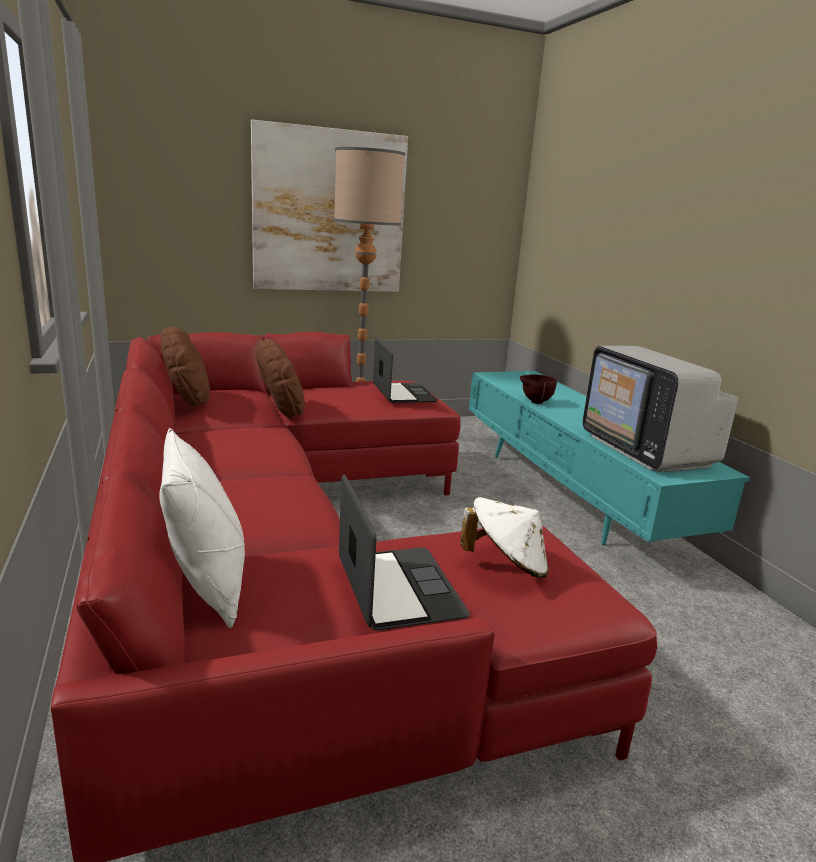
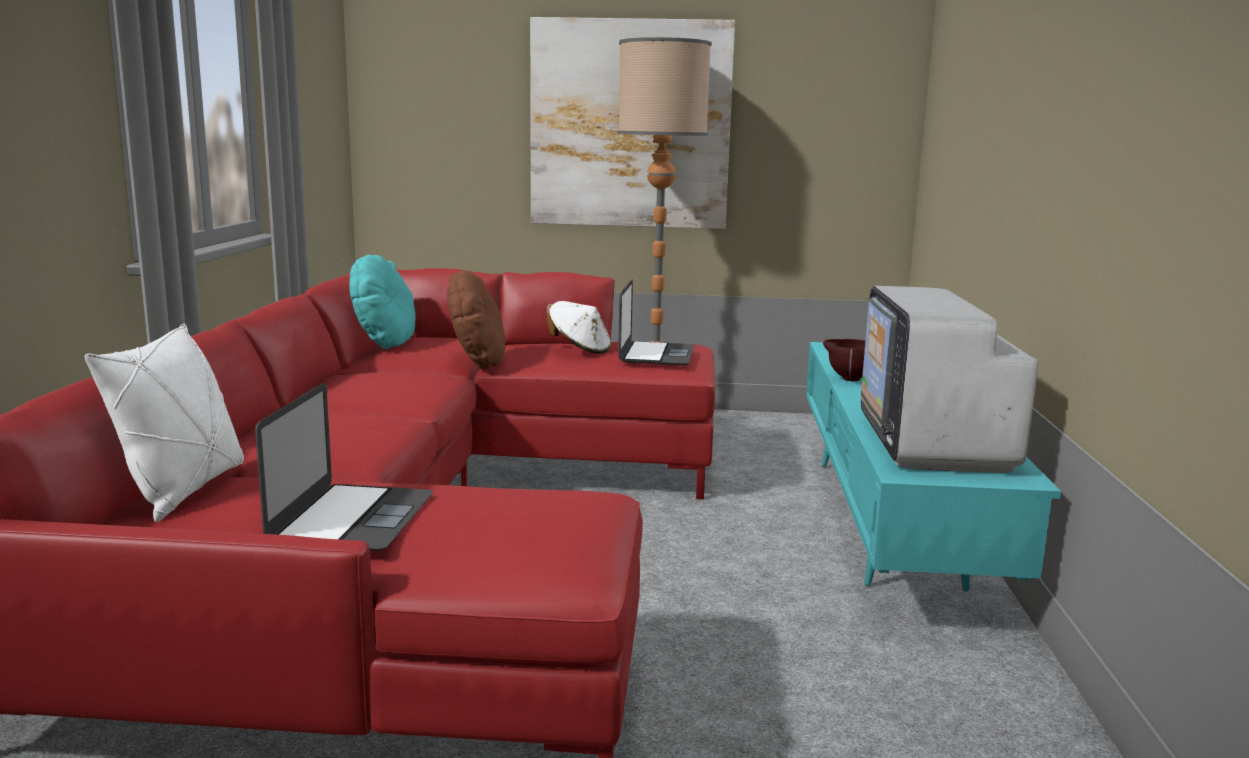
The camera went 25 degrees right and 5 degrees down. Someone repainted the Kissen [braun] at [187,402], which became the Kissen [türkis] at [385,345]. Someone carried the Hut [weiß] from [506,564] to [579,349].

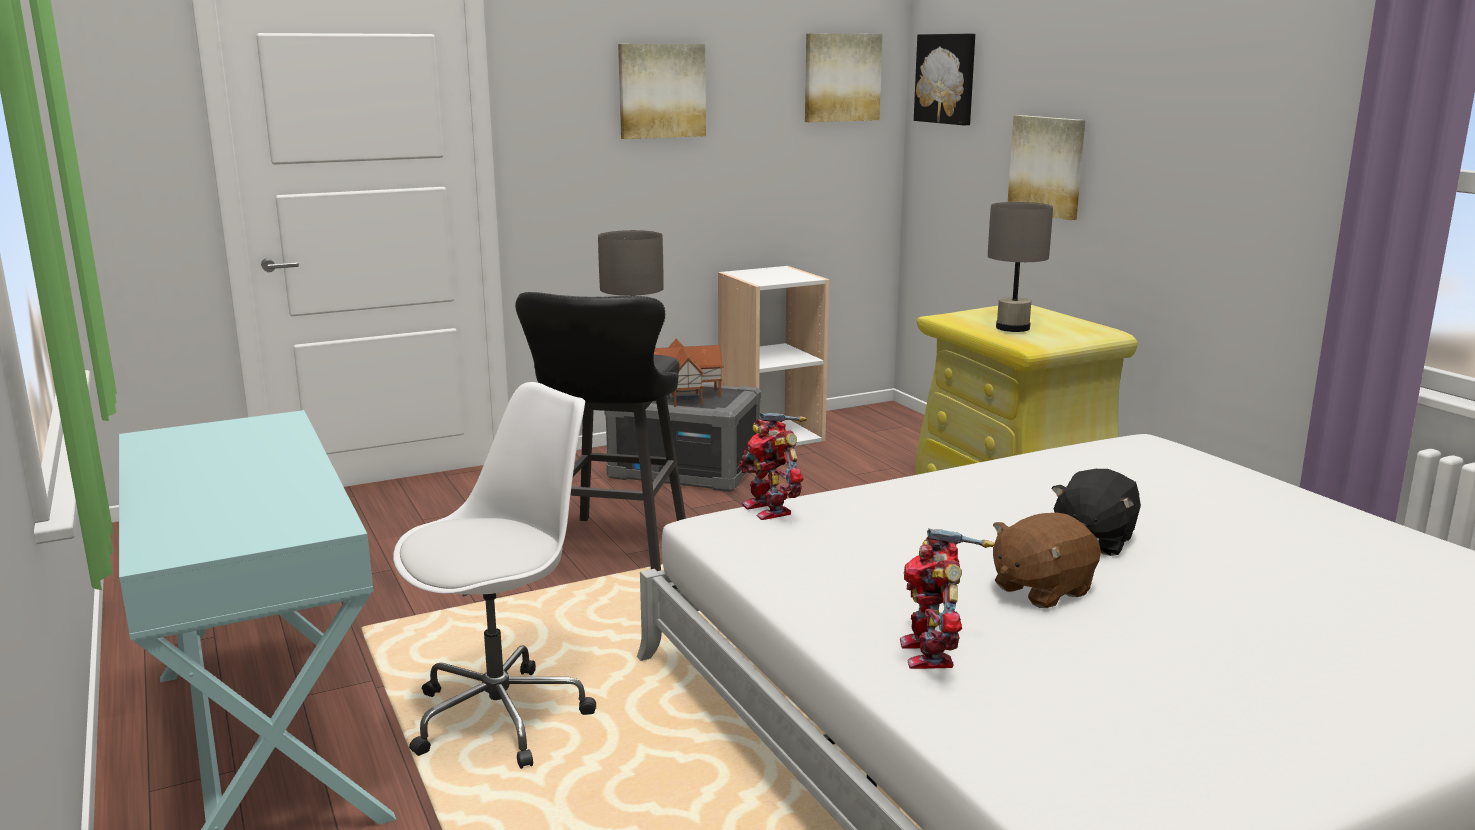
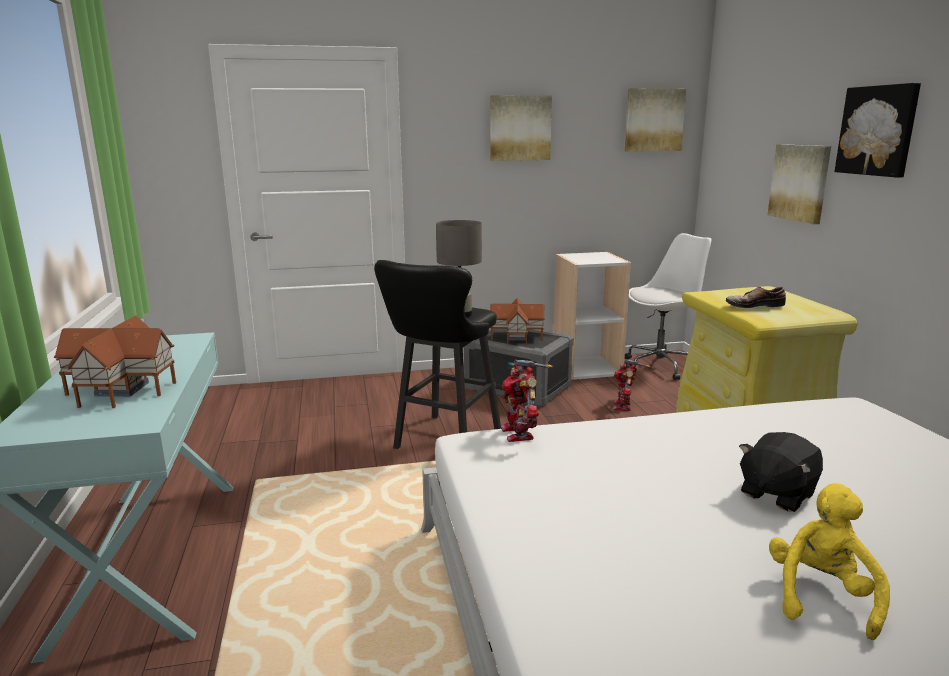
The camera went 15 degrees right and 0 degrees up. Someone carried the Bild from [947,78] to [878,130]. Someone swapped the Tischlampe [grau] at [1013,328] for the Schuh at [753,305]. Someone carried the Bürostuhl [weiß] from [503,716] to [660,366]. Someone took away the Plüschtier [braun] at [1040,589]. Someone carried the Spielzeugroboter from [931,653] to [624,406]. Someone put down the Spielzeughaus at [124,388]. Someone put down the Plüschtier [gelb] at [821,596].

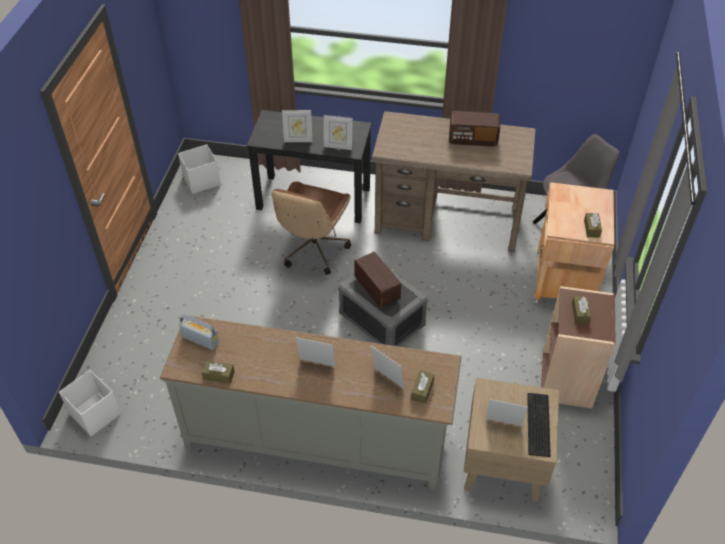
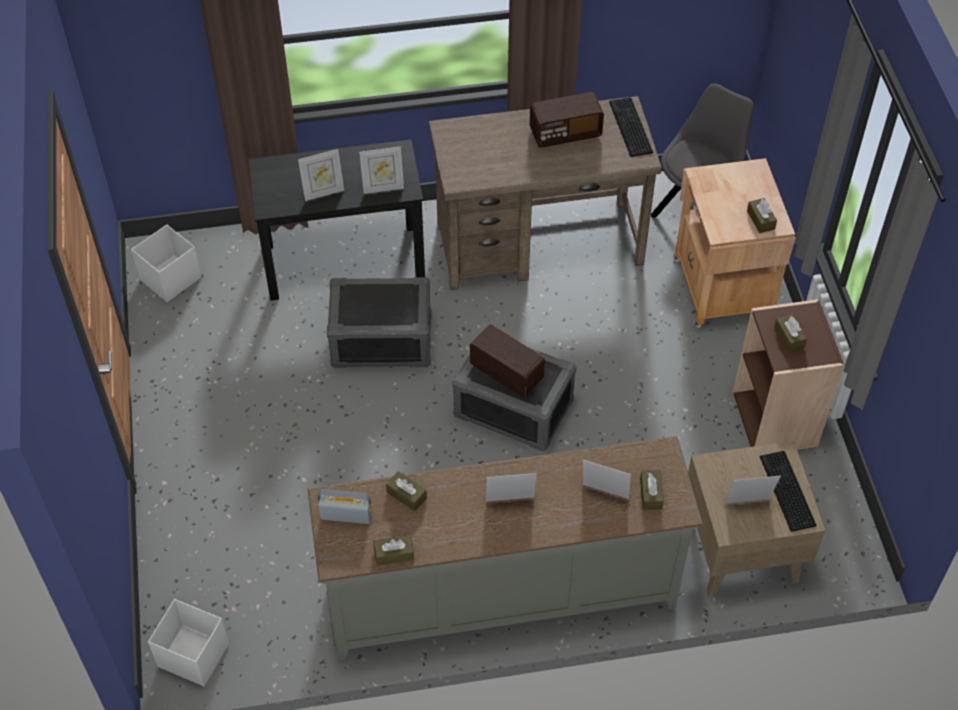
The camera went 20 degrees left and 5 degrees up. Someone swapped the Bürostuhl [braun] at [314,252] for the Aufbewahrungsbox [grau] at [381,341]. Someone put down the Tastatur at [629,128]. Someone put down the Taschentuchbox [braun] at [406,495].

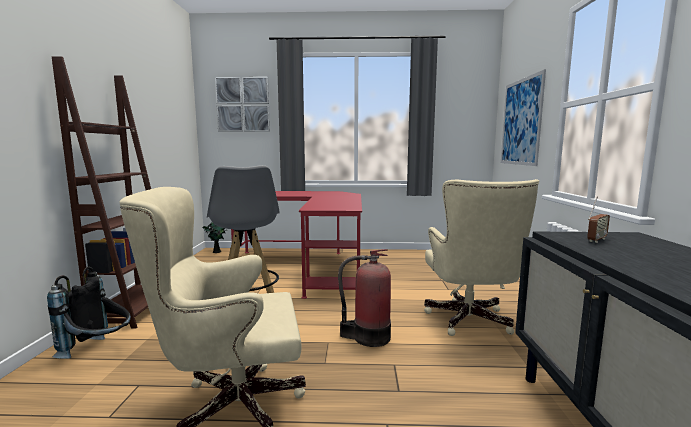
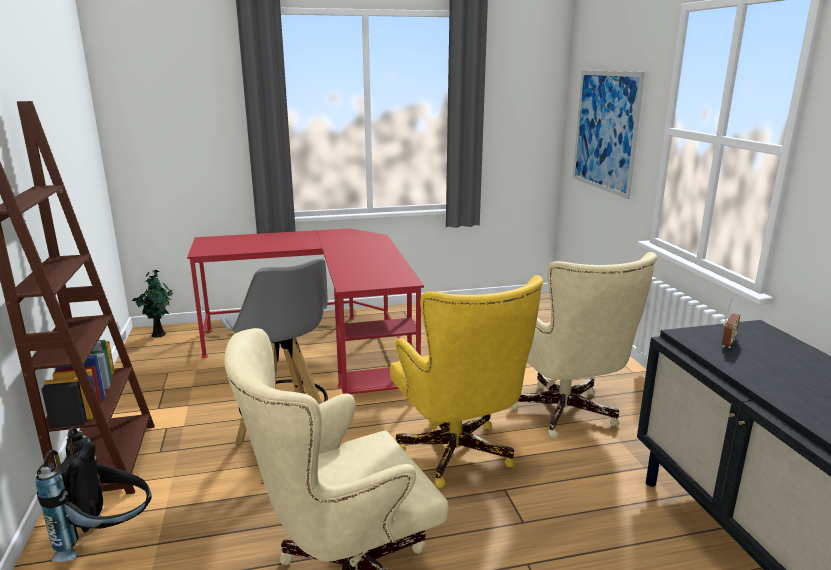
The camera went 15 degrees left and 10 degrees up. Someone took away the Bild at [243,104]. Someone swapped the Feuerlöscher at [368,337] for the Bürostuhl [gelb] at [459,456].

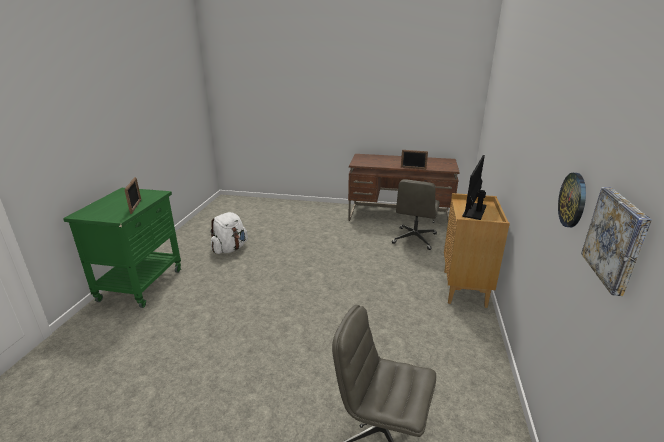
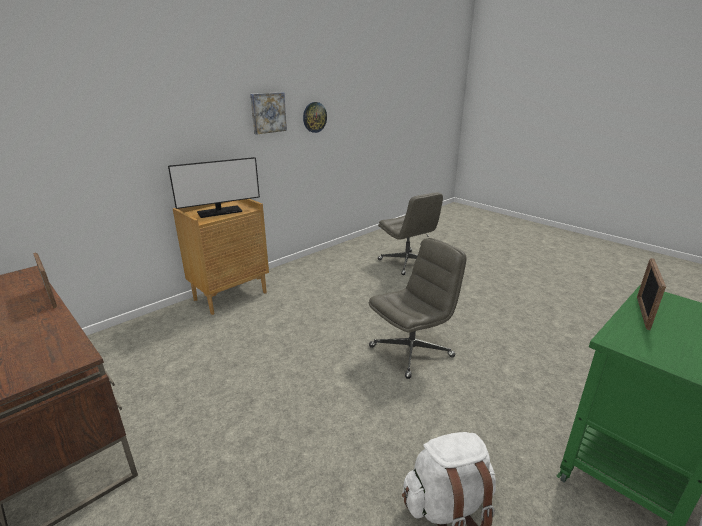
The camera went 145 degrees left and 0 degrees up. Someone carried the Bürostuhl [grau] from [414,239] to [412,351]. Someone carried the Bild from [617,239] to [267,112].

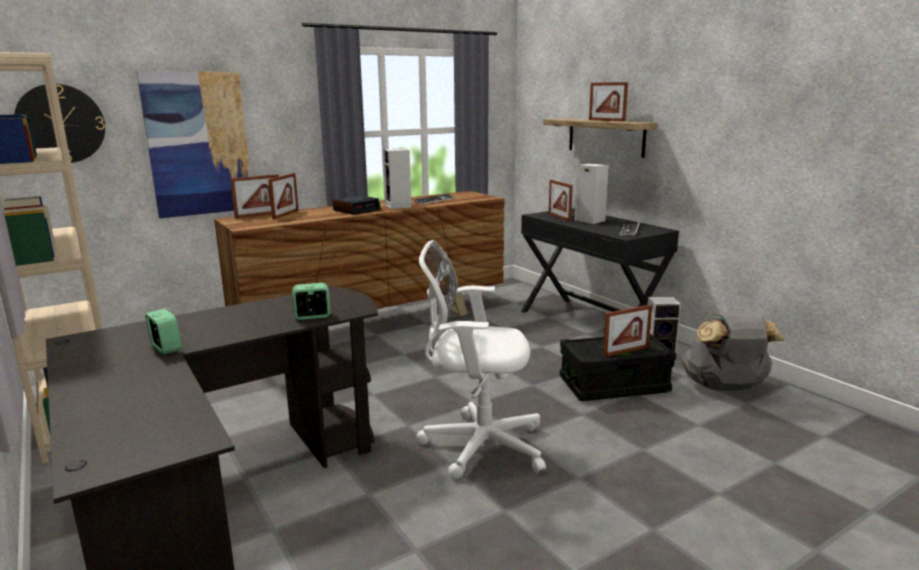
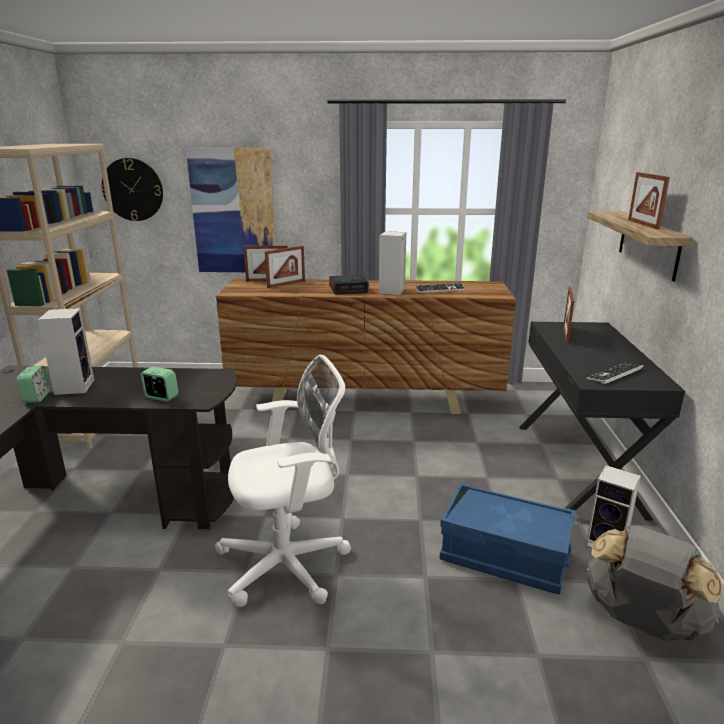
The camera went 35 degrees right and 5 degrees up. Someone carried the Lautsprecher from [588,220] to [74,386]. Someone rotated the Bürostuhl [weiß] at [477,445] by 120 degrees clockwise. Someone took away the Bilderrahmen at [626,351]. Someone repainted the Aufbewahrungsbox [schwarz] at [614,385], which became the Aufbewahrungsbox [blau] at [504,557].

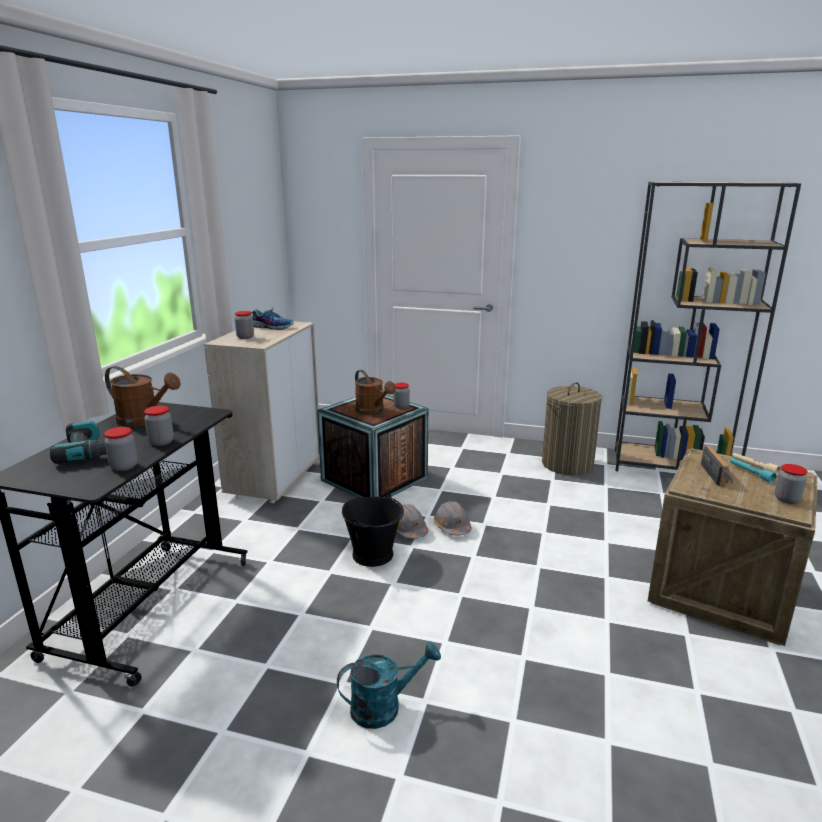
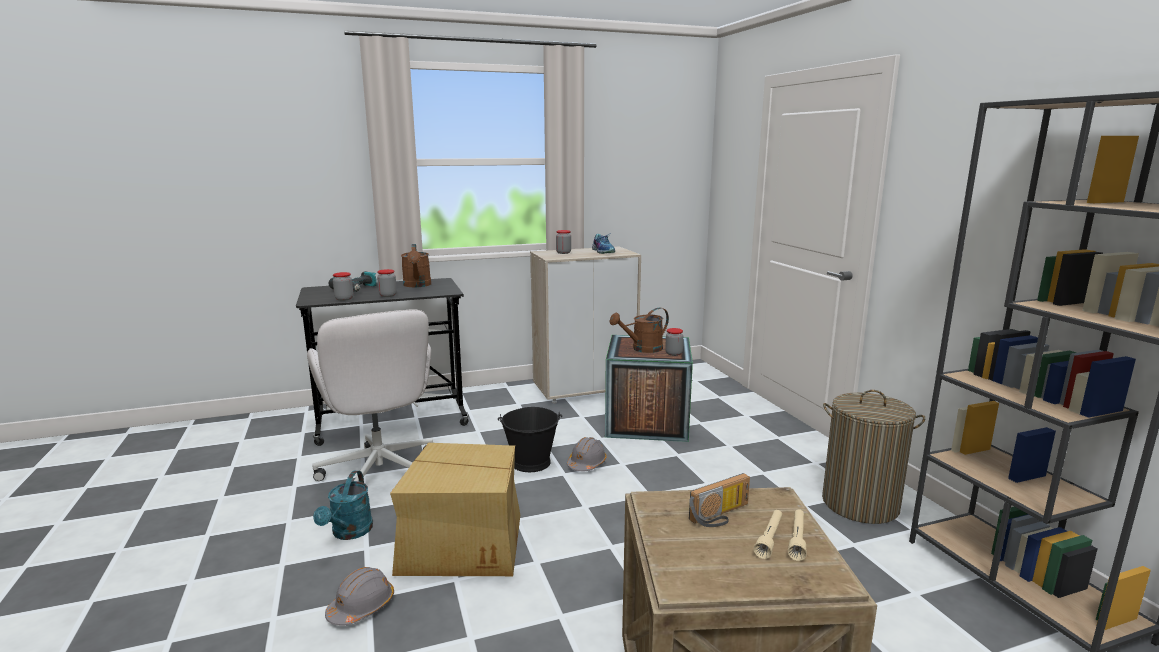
The camera went 55 degrees right and 5 degrees down. Someone rotated the Gießkanne [braun] at [373,411] by 45 degrees clockwise. Someone repainted the Taschenlampe [türkis] at [750,473], which became the Taschenlampe [beige] at [769,539]. Someone took away the Vorratsglas at [787,499]. Someone carried the Schutzhelm [grau] from [452,527] to [361,607]. Someone rotated the Gießkanne [türkis] at [384,706] by 60 degrees clockwise. Someone put down the Bürostuhl [weiß] at [379,474]. Someone put down the Karton at [463,544].

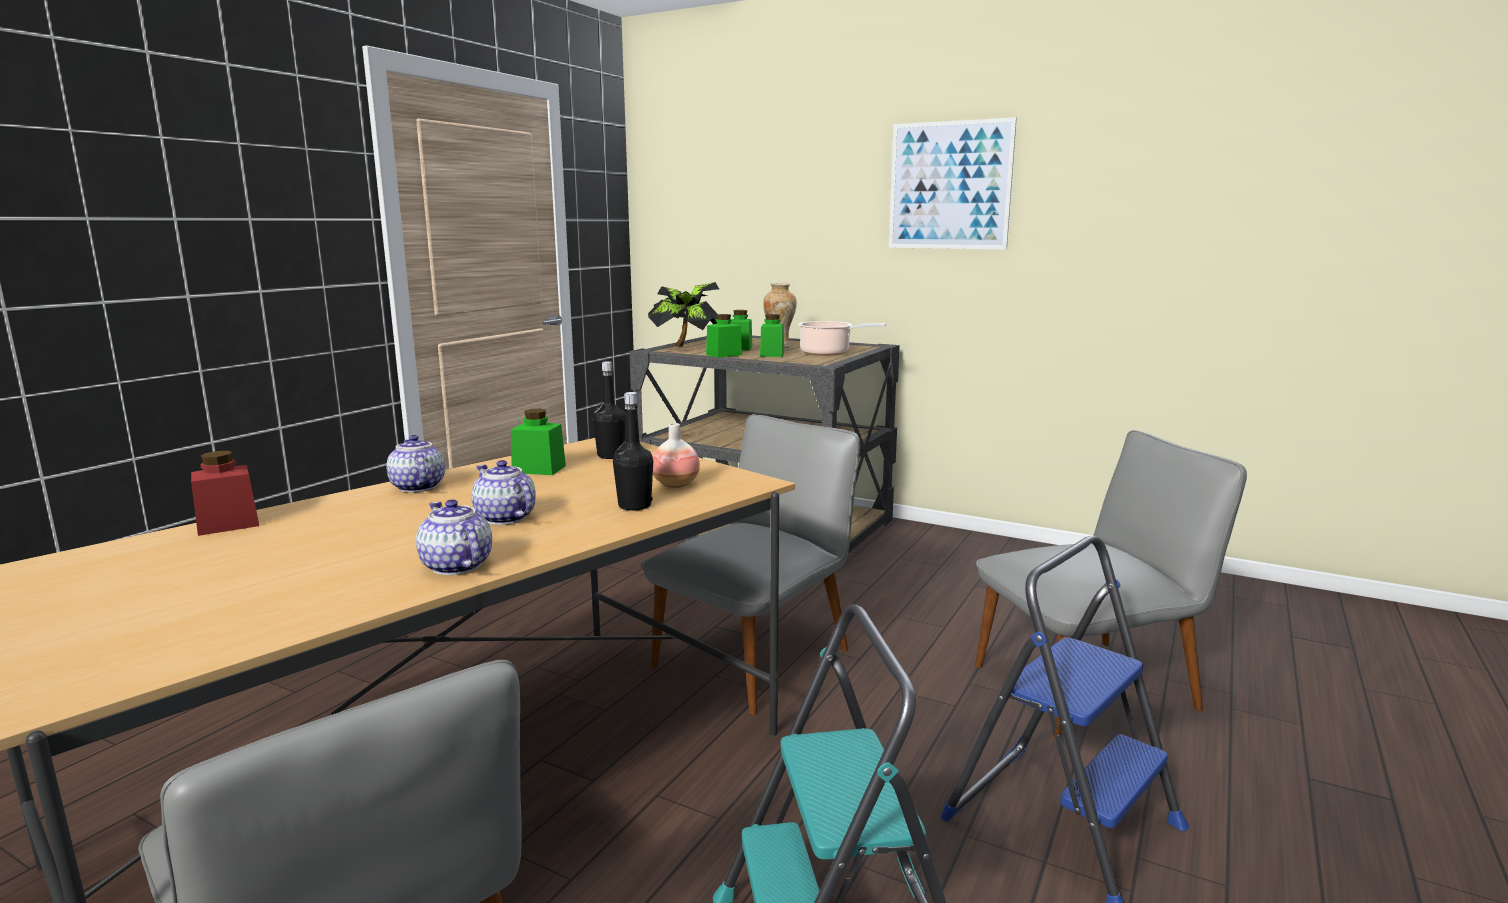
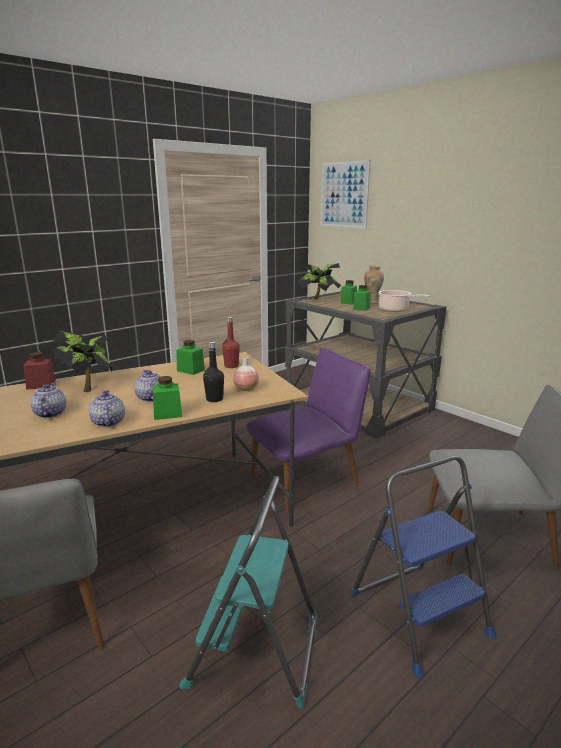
The camera went 20 degrees right and 5 degrees up. Someone carried the Bild from [949,185] to [344,194]. Someone carried the Vorratsglas [grün] from [724,355] to [168,414]. Someone repainted the Flasche [schwarz] at [611,456], which became the Flasche [rot] at [231,366]. Someone repainted the Stuhl [grau] at [751,658], which became the Stuhl [lila] at [304,481]. Someone carried the Teekanne from [416,487] to [49,413]. Someone put down the Topfpflanze at [89,387].

